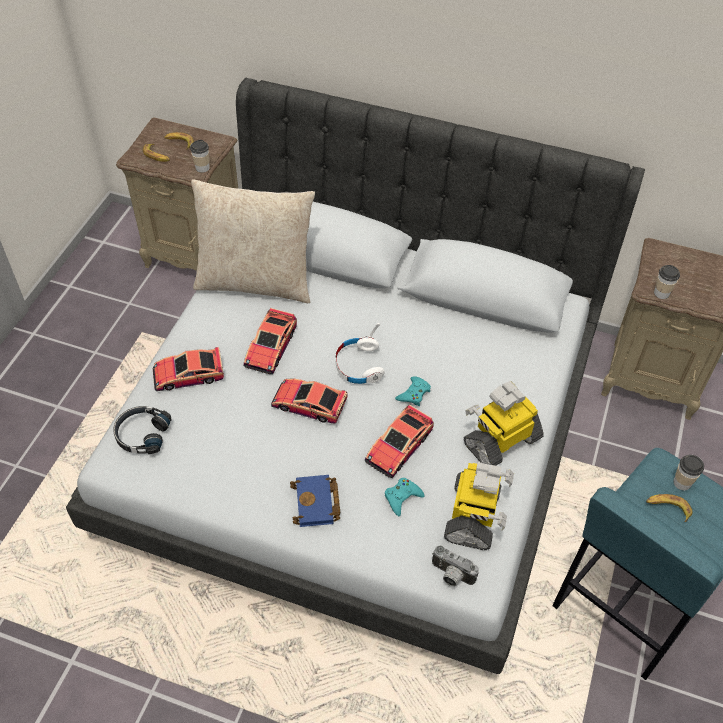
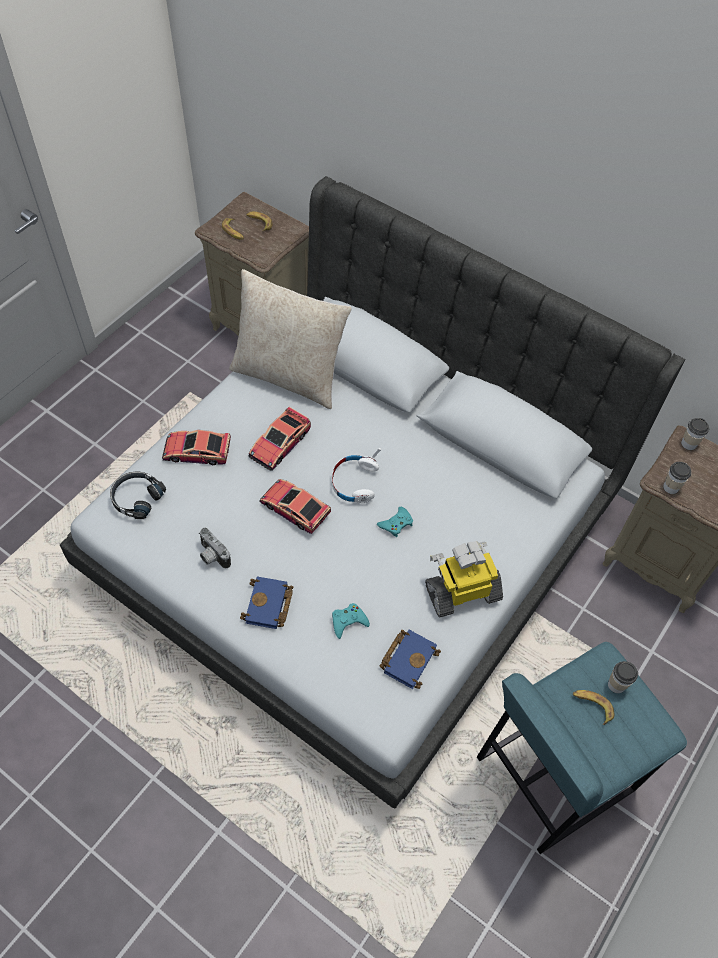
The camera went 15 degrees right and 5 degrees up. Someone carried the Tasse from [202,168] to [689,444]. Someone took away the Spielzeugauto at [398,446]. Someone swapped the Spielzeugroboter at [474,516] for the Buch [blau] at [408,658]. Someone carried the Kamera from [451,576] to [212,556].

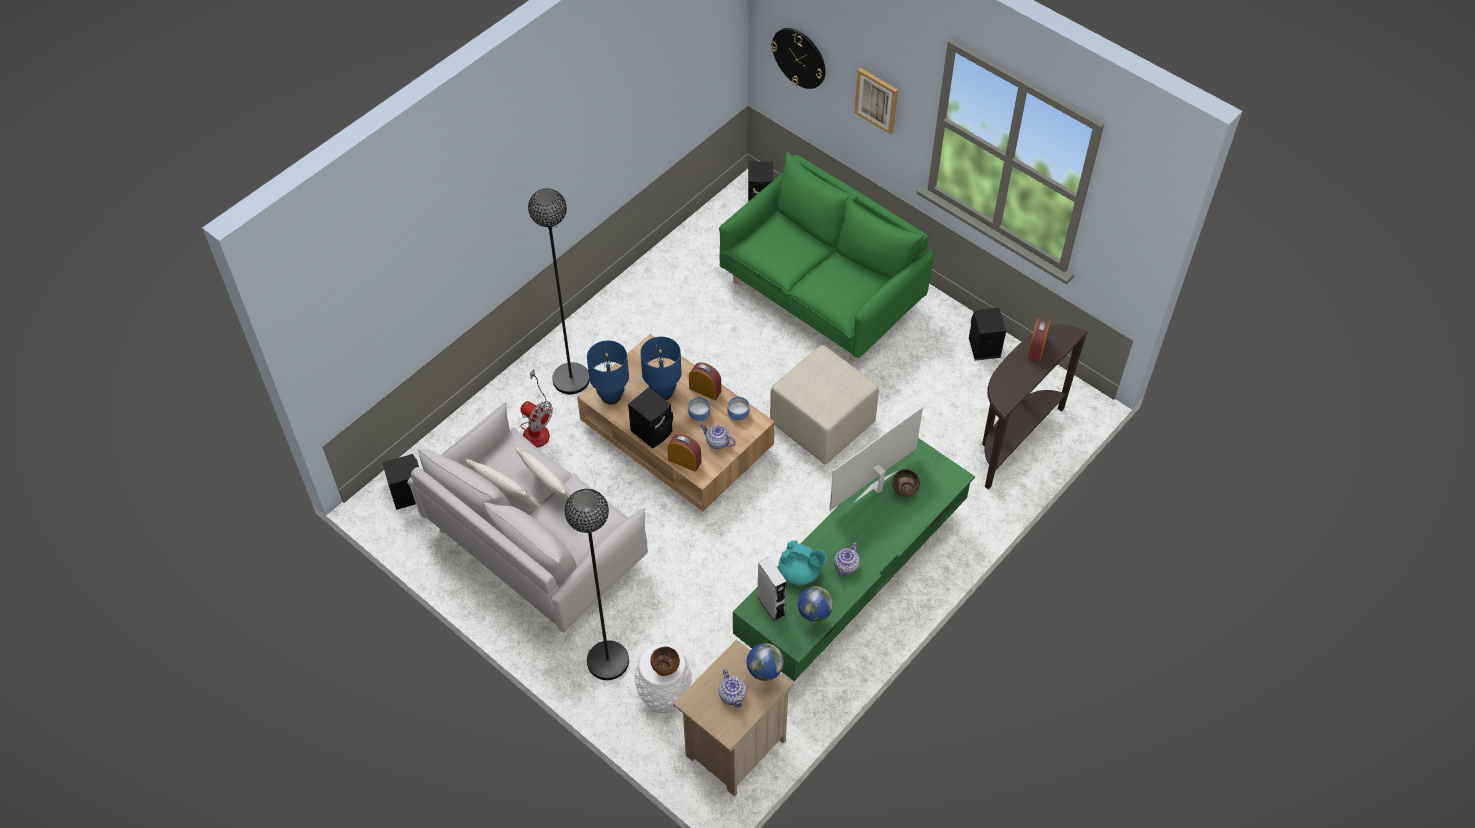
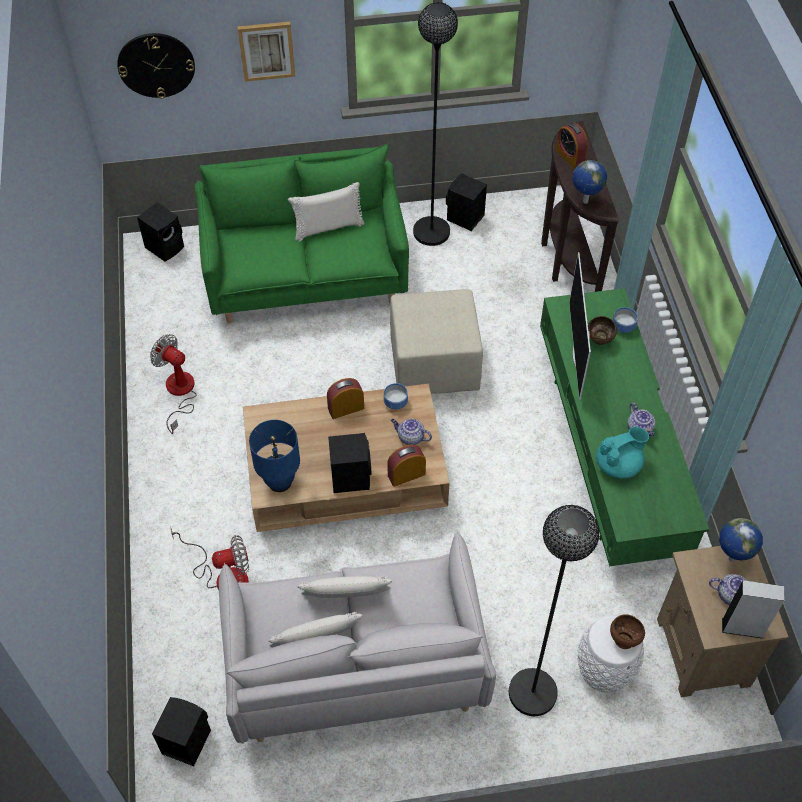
The camera went 50 degrees left and 0 degrees up. Someone carried the Stehlampe [schwarz] from [571,379] to [431,232]. Someone took away the Tischlampe [blau] at [662,392]. Someone carried the Schüssel from [698,414] to [622,327]. Someone rotated the Teekanne at [717,442] by 45 degrees clockwise. Someone carried the Lautsprecher [grau] from [771,606] to [742,628]. Someone carried the Globus from [813,620] to [585,202]. Someone put down the Kissen [weiß] at [328,227]. Someone put down the Ventilator at [179,393].

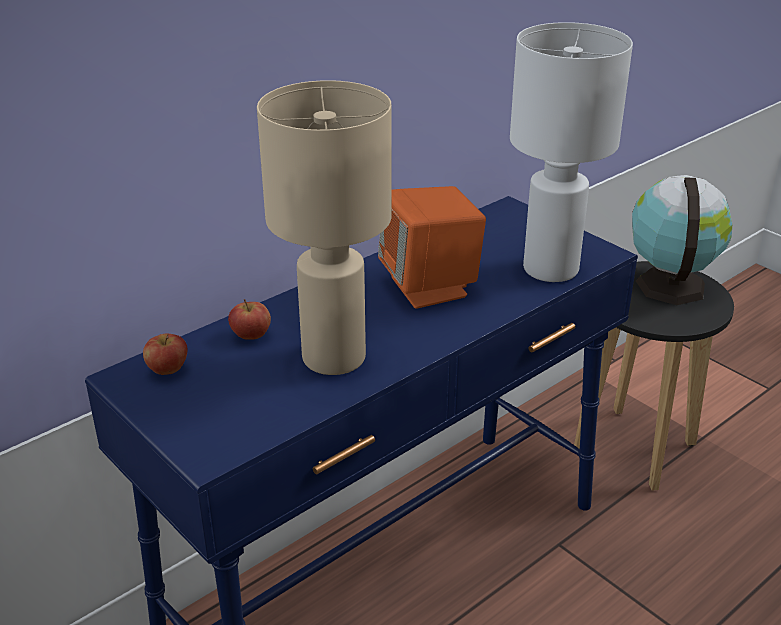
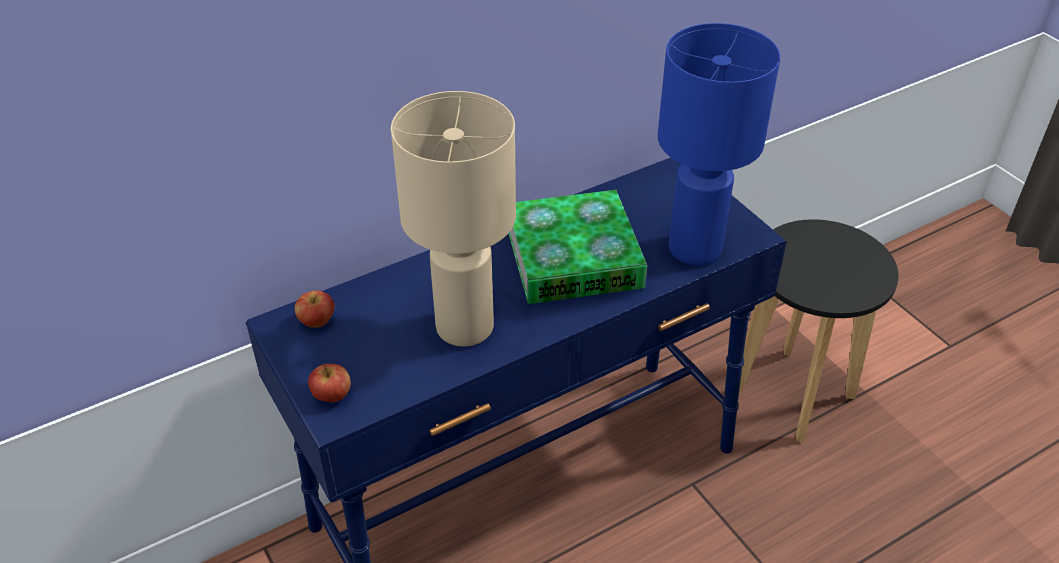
The camera went 10 degrees right and 10 degrees up. Someone repainted the Tischlampe [weiß] at [549,268], which became the Tischlampe [blau] at [694,248]. Someone took away the Globus at [670,284]. Someone swapped the Lautsprecher [orange] at [430,287] for the Buch at [573,257]. Someone carried the Apfel from [251,336] to [332,396].

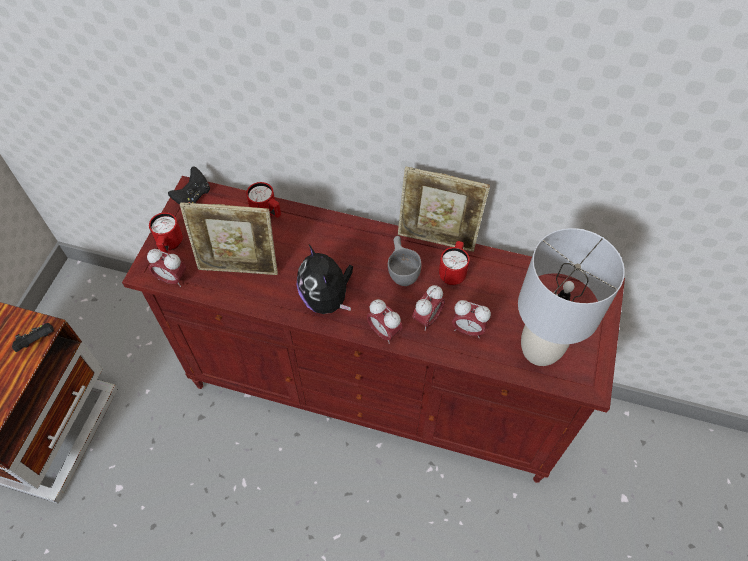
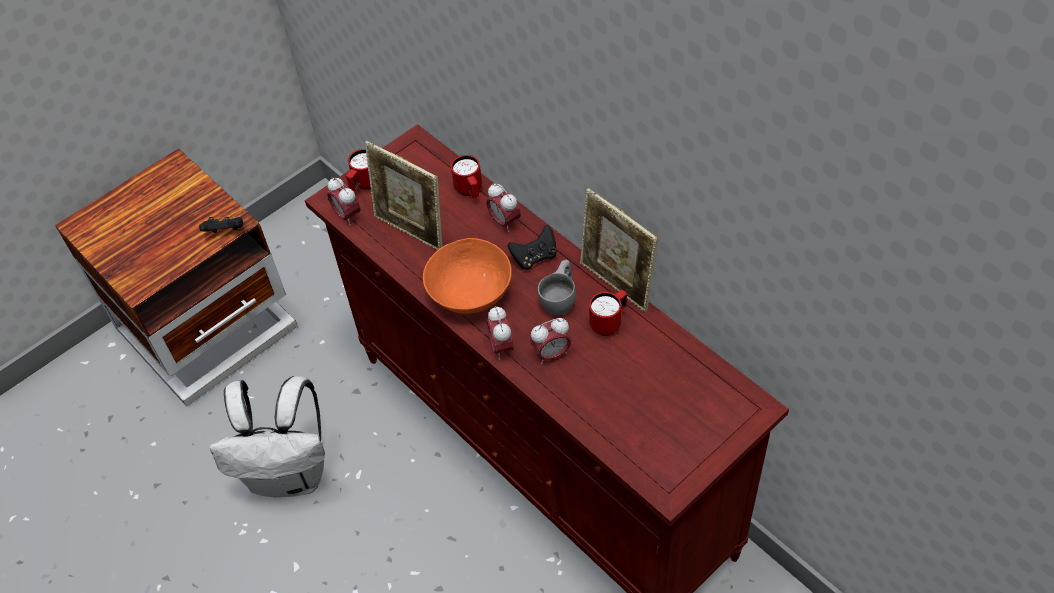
The camera went 35 degrees right and 5 degrees down. Someone carried the Gamepad [schwarz] from [193,197] to [535,257]. Someone took away the Tischlampe [grau] at [541,349]. Someone swapped the Plüschtier at [327,299] for the Schüssel [orange] at [470,293]. Someone carried the Wecker from [468,329] to [504,222]. Someone put down the Rucksack [weiß] at [290,475].

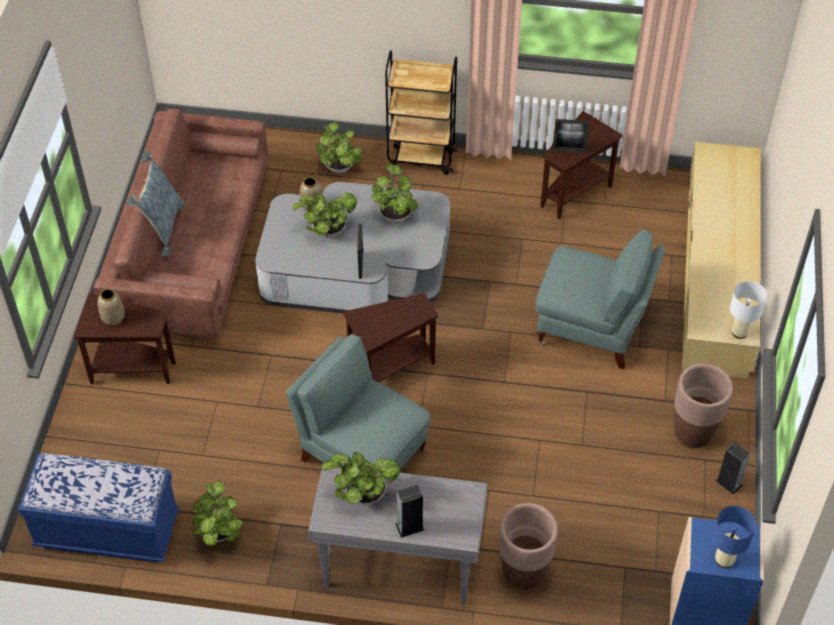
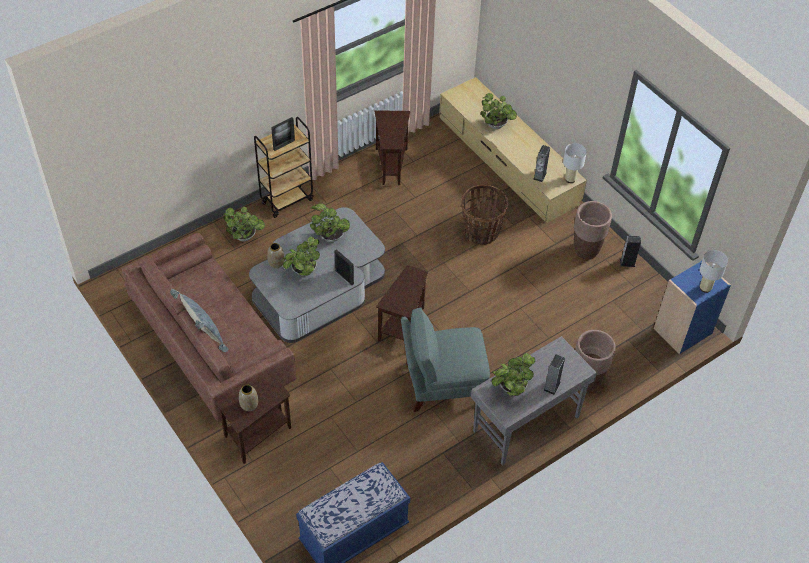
The camera went 45 degrees left and 0 degrees up. Someone carried the Bilderrahmen from [569,151] to [284,145]. Someone swapped the Sessel [grau] at [591,329] for the Korb at [481,232]. Someone carried the Topfpflanze from [219,535] to [497,126]. Someone repainted the Tischlampe [blau] at [723,559], which became the Tischlampe [weiß] at [705,288]. Someone put down the Lautsprecher at [540,176].

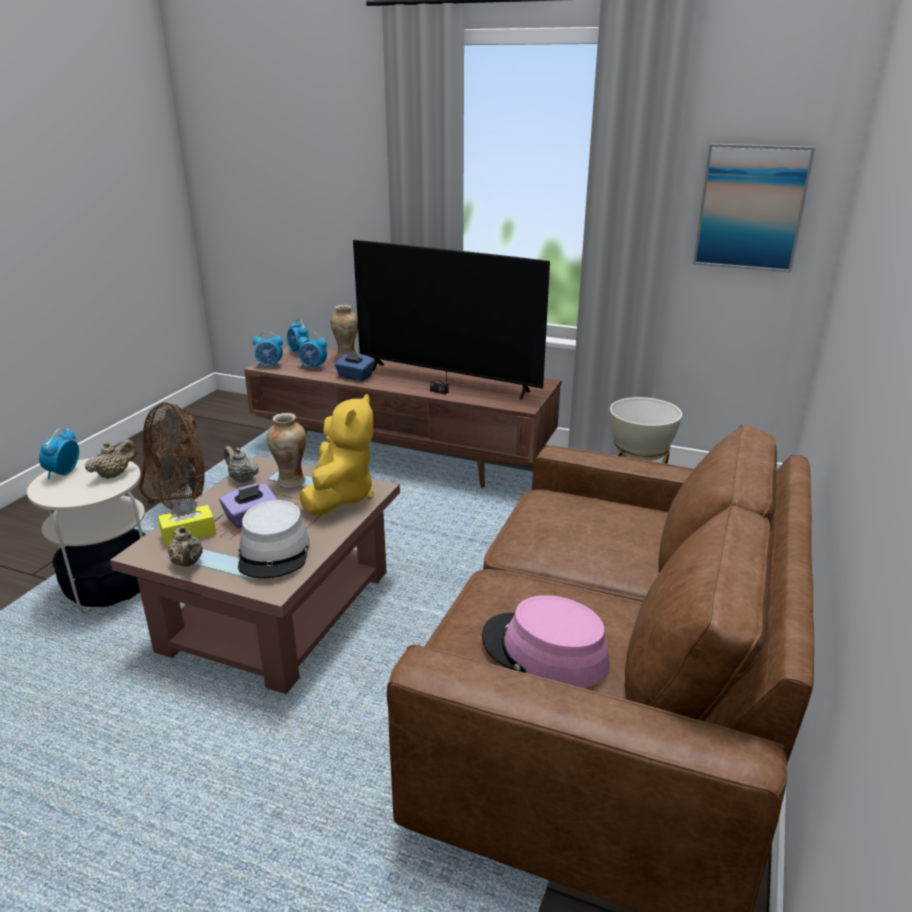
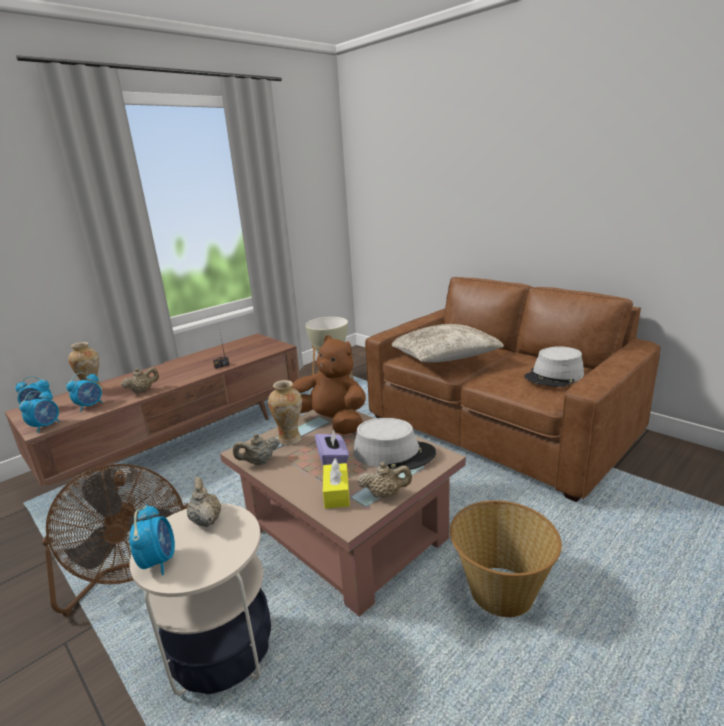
The camera went 65 degrees left and 5 degrees down. Someone took away the Bild at [751,207]. Someone took away the Fernseher at [448,381]. Someone swapped the Taschentuchbox [blau] at [354,376] for the Teekanne [beige] at [143,391]. Someone repainted the Plüschtier [gelb] at [340,496], which became the Plüschtier [braun] at [331,422]. Someone rotated the Wecker at [63,473] by 135 degrees counterclockwise. Someone repainted the Hut [rosa] at [544,651], which became the Hut [grau] at [554,376]. Someone put down the Kissen [beige] at [444,358]. Someone put down the Korb at [500,591].

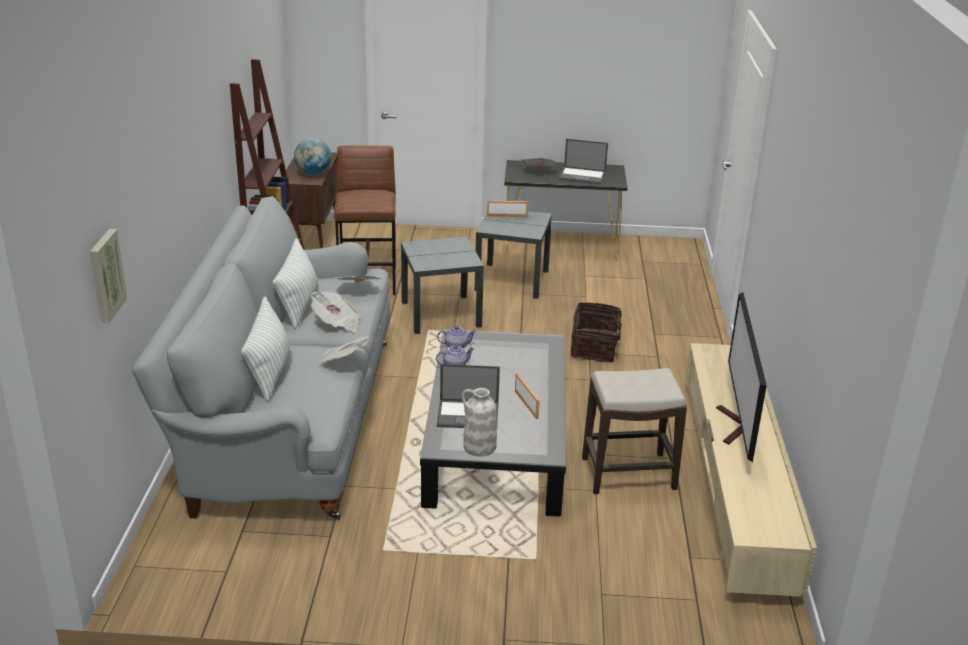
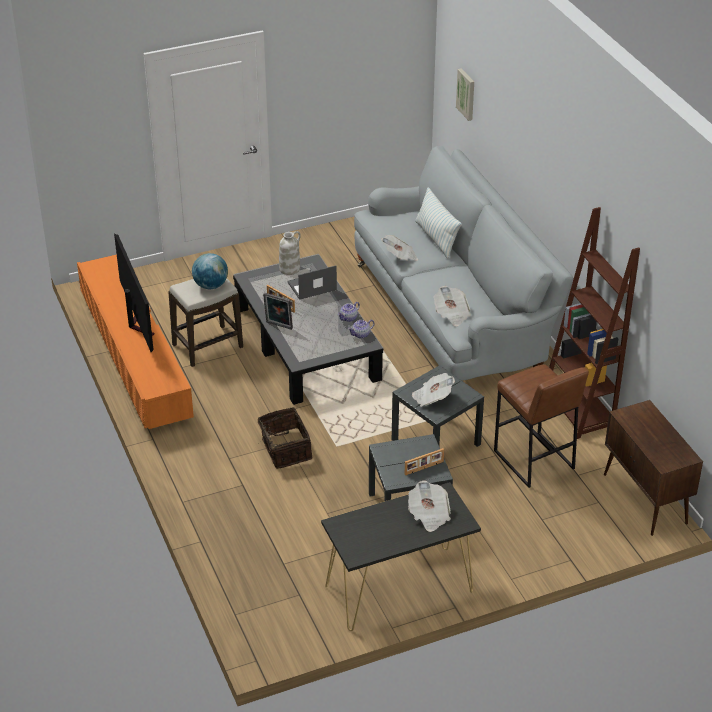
The camera went 155 degrees right and 10 degrees up. Someone carried the Globus from [313,174] to [211,285]. Someone took away the Laptop at [583,176]. Someone took away the Kissen at [298,305]. Someone carried the Zeitung from [336,323] to [432,398]. Someone repainted the Fernsehschrank [beige] at [736,487], which became the Fernsehschrank [orange] at [134,359]. Someone put down the Bilderrahmen at [278,326].

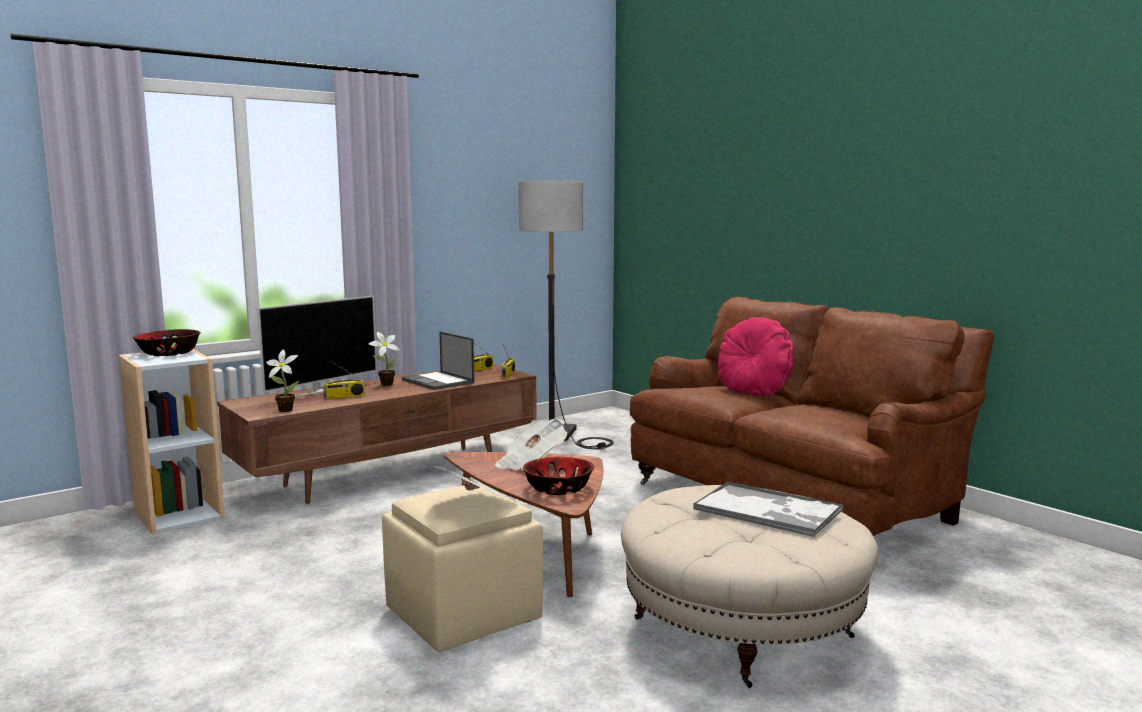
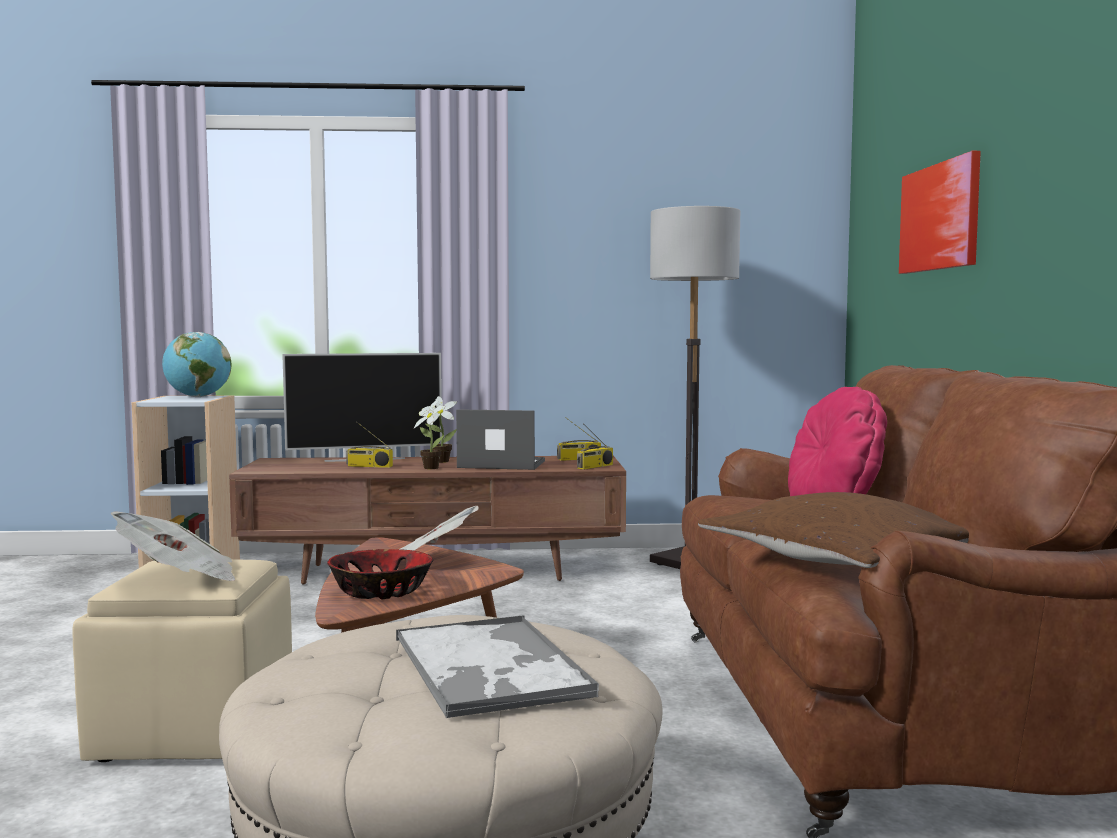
The camera went 35 degrees right and 5 degrees down. Someone swapped the Schüssel at [168,353] for the Globus at [197,397]. Someone rotated the Laptop at [438,381] by 105 degrees clockwise. Someone carried the Topfpflanze from [284,410] to [430,467]. Someone put up the Bild at [940,217]. Someone put down the Kissen [braun] at [844,560].

